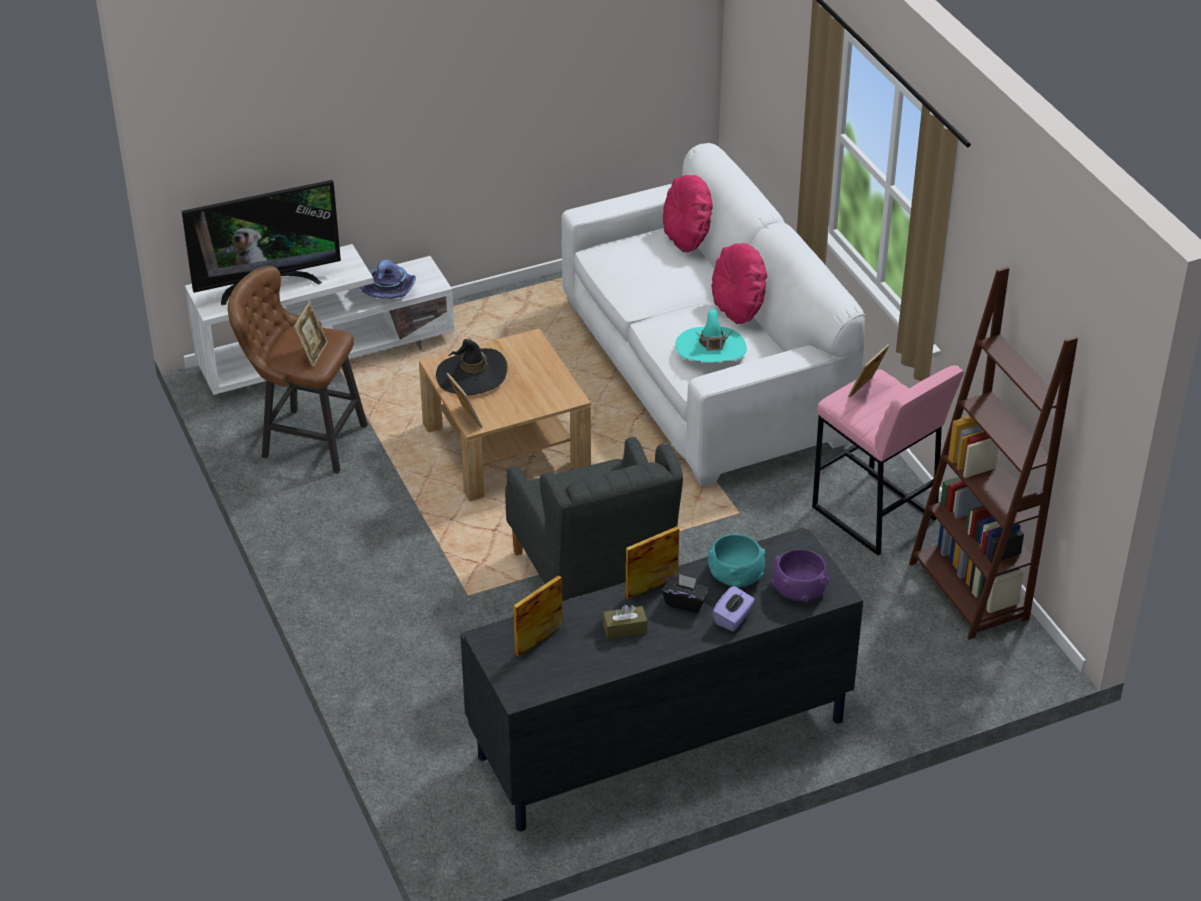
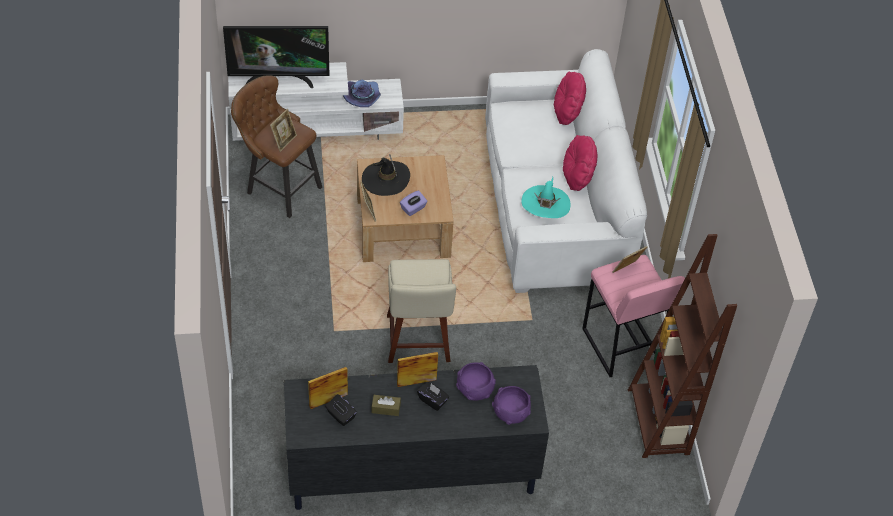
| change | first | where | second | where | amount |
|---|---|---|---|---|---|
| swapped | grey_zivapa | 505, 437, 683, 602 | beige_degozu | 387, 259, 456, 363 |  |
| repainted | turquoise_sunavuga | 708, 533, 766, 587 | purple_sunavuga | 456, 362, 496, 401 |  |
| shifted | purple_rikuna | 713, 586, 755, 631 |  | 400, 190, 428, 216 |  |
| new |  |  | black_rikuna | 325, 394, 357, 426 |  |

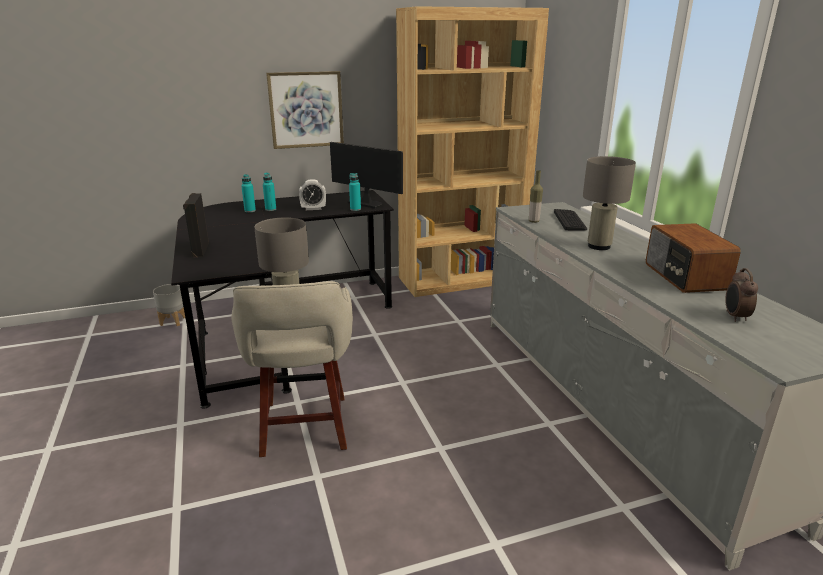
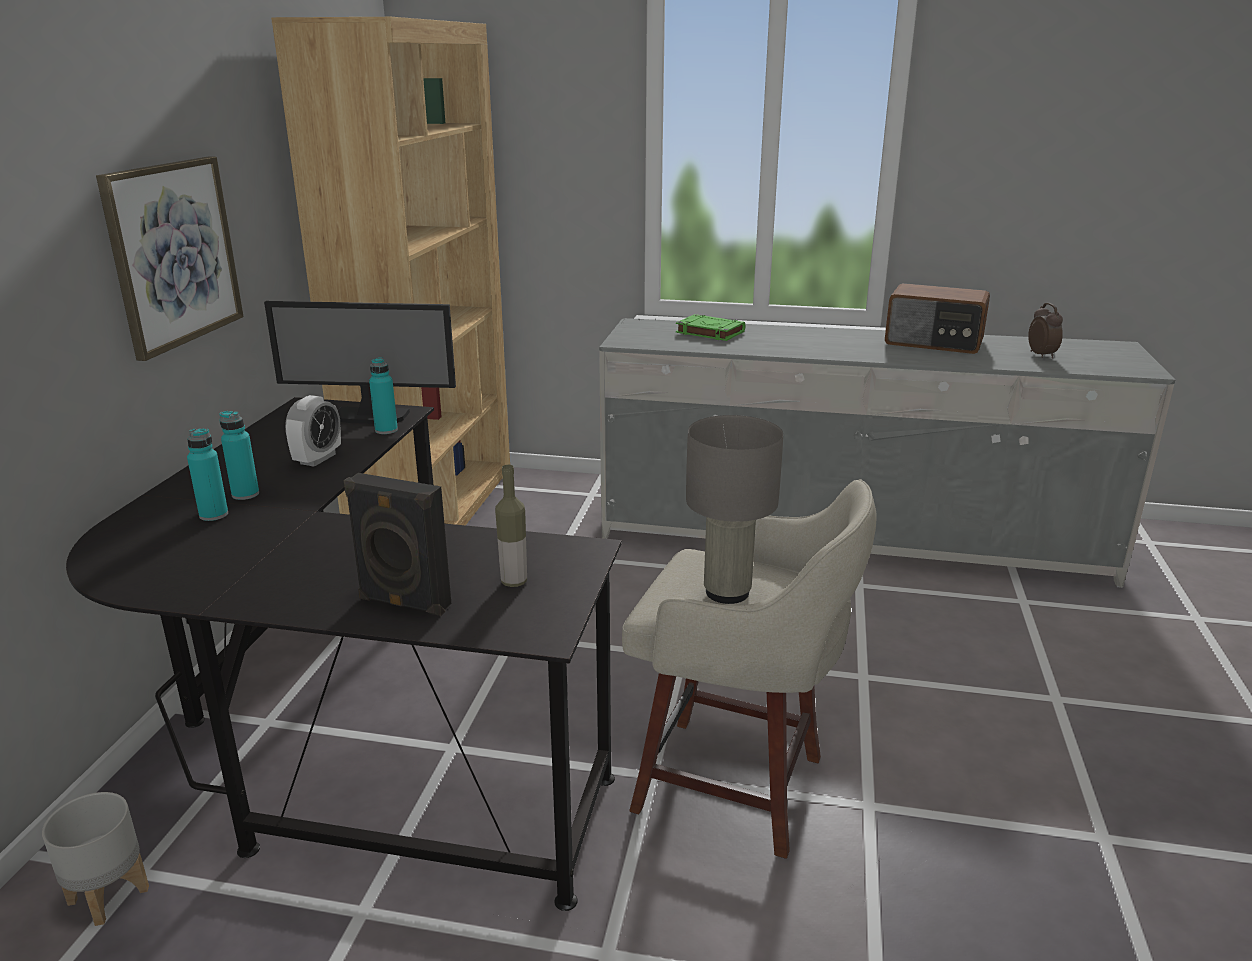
| change | first | where | second | where | amount |
|---|---|---|---|---|---|
| rotated | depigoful | 330, 142, 403, 209 |  | 264, 301, 456, 424 | 150 degrees counterclockwise |
| gone | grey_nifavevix | 583, 156, 636, 250 |  |  |  |
| shifted | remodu | 529, 170, 543, 223 |  | 495, 465, 527, 587 |  |
| swapped | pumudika | 554, 209, 587, 231 | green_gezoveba | 676, 314, 745, 341 |  |
| rotated | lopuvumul | 725, 268, 758, 322 |  | 1028, 303, 1063, 359 | 135 degrees counterclockwise |

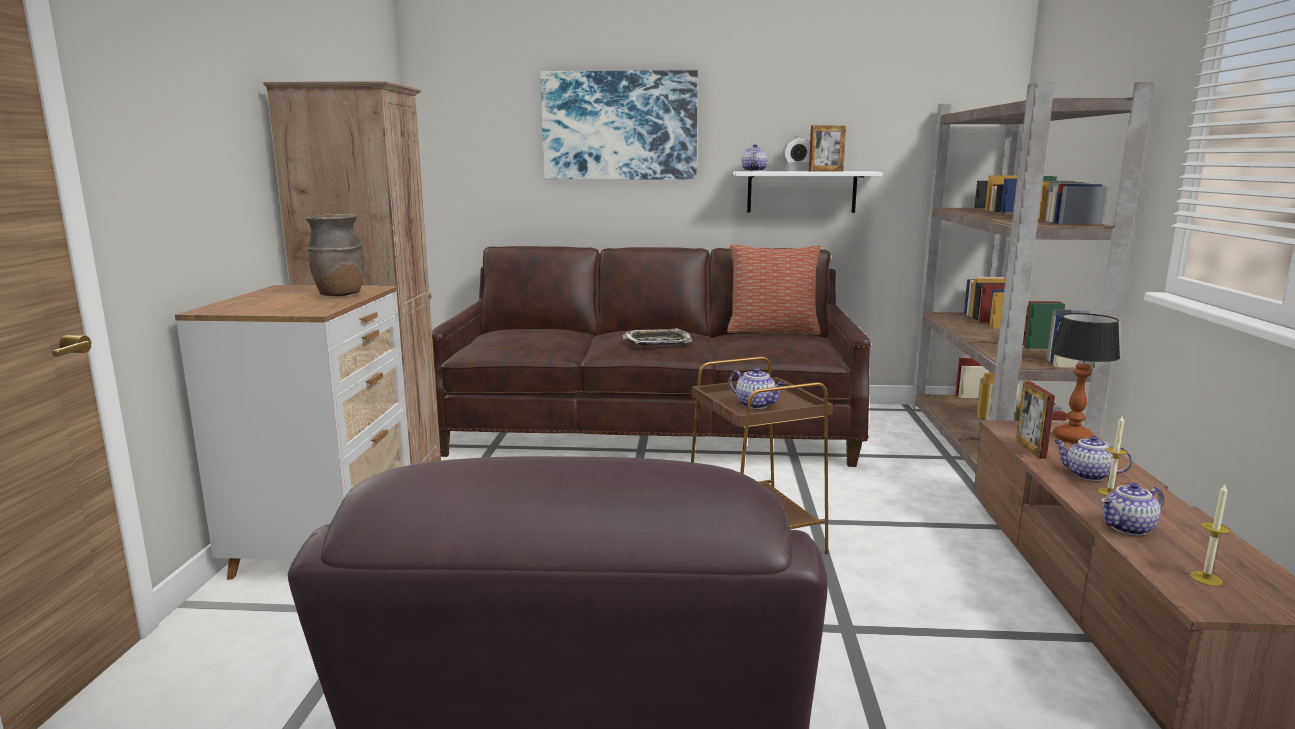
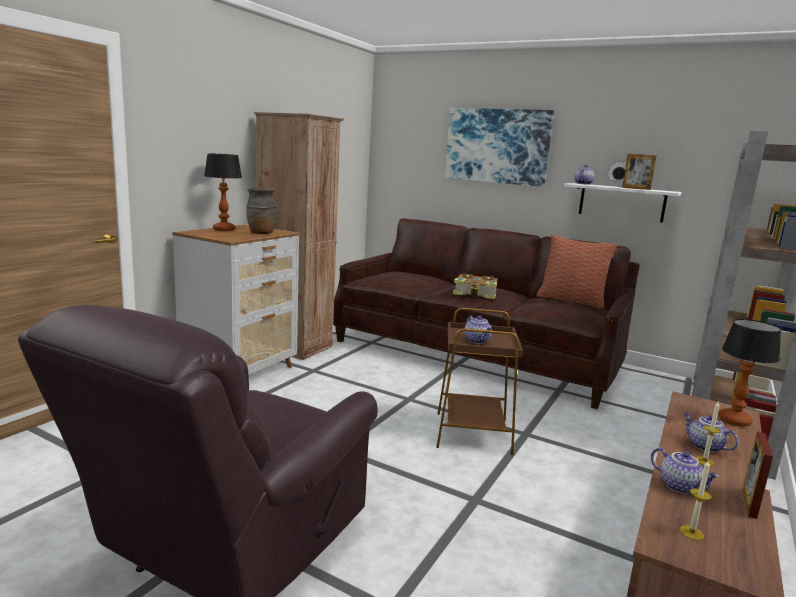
| change | first | where | second | where | amount |
|---|---|---|---|---|---|
| swapped | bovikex | 623, 328, 692, 346 | gezoveba | 453, 274, 498, 299 |  |
| shifted | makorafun | 1016, 381, 1055, 459 |  | 743, 431, 773, 519 |  |
| rotated | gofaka | 1101, 482, 1164, 536 |  | 651, 448, 719, 494 | 135 degrees counterclockwise |
| new |  |  | nifavevix | 204, 153, 242, 231 |  |

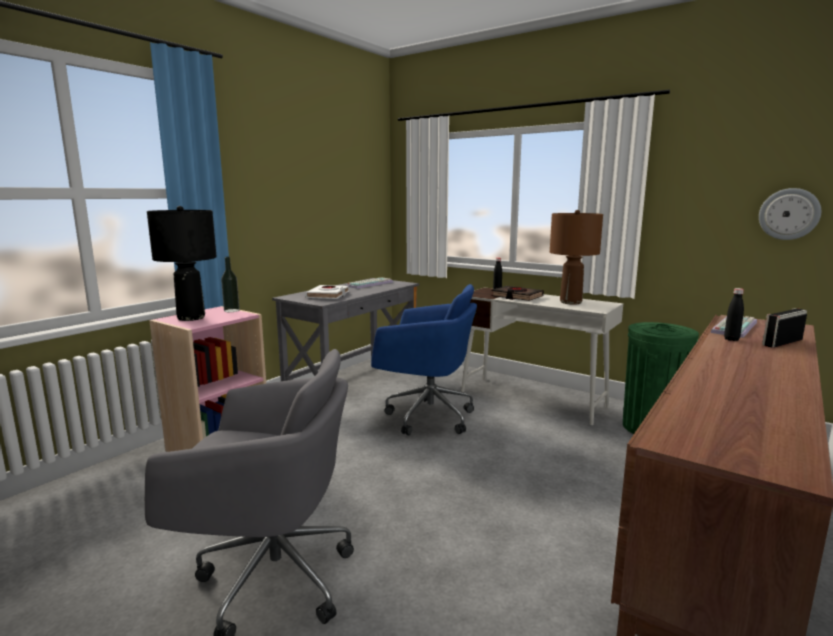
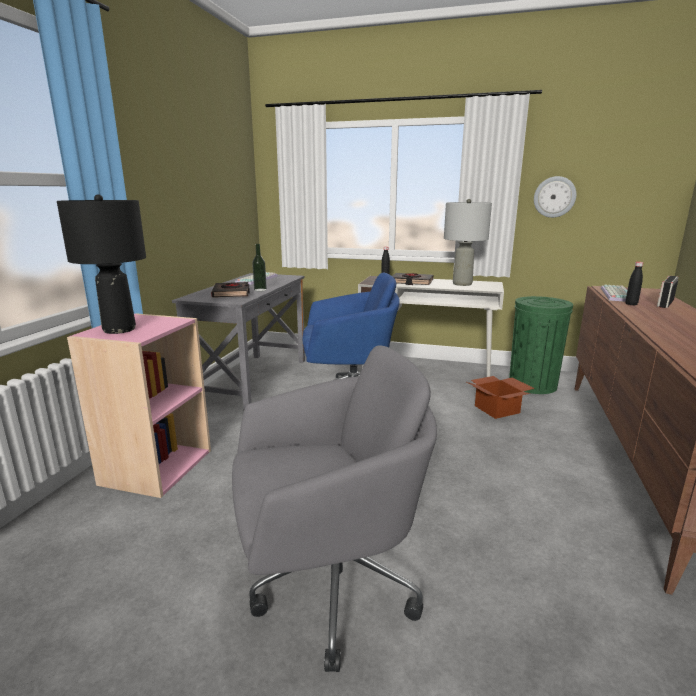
| change | first | where | second | where | amount |
|---|---|---|---|---|---|
| shifted | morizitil | 759, 188, 821, 240 |  | 534, 176, 577, 218 |  |
| repainted | brown_nifavevix | 550, 210, 603, 305 | grey_nifavevix | 444, 199, 492, 286 |  |
| shifted | remodu | 221, 257, 240, 312 |  | 252, 244, 267, 291 |  |
| repainted | white_gezoveba | 305, 285, 349, 299 | black_gezoveba | 211, 282, 250, 298 |  |
| new |  |  | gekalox | 467, 376, 535, 419 |  |

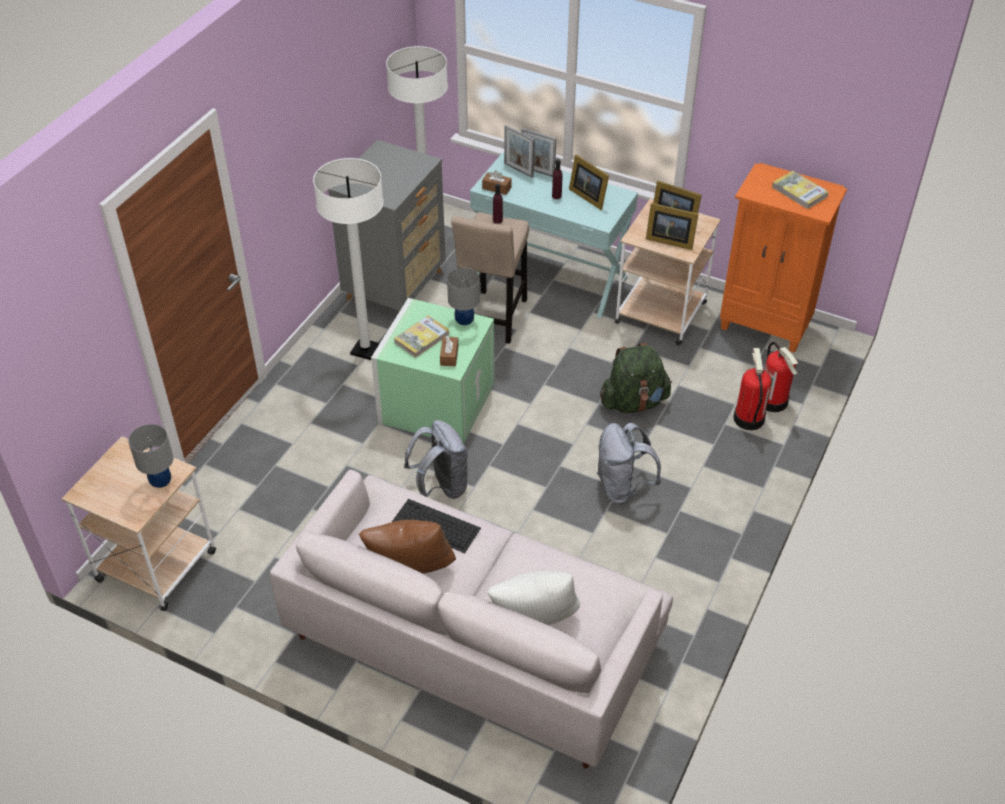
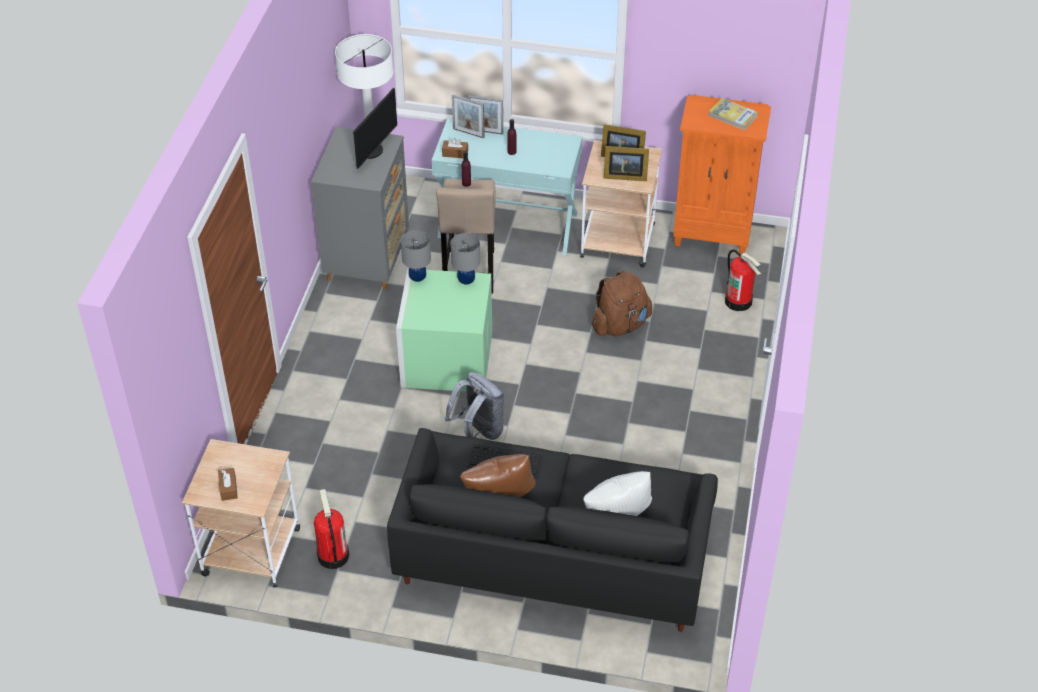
| change | first | where | second | where | amount |
|---|---|---|---|---|---|
| gone | makorafun | 569, 155, 609, 210 |  |  |  |
| gone | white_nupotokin | 313, 158, 384, 360 |  |  |  |
| gone | gezoveba | 394, 315, 450, 358 |  |  |  |
| shifted | brown_rikuna | 440, 336, 458, 366 |  | 218, 468, 238, 501 |  |
| repainted | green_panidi | 600, 343, 672, 413 | brown_panidi | 592, 271, 652, 336 |  |
| shifted | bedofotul | 733, 348, 772, 430 |  | 314, 489, 349, 569 |  |
| gone | grey_panidi | 597, 423, 661, 504 |  |  |  |
| shifted | grey_nifavevix | 128, 424, 173, 488 |  | 401, 230, 431, 282 |  |
| repainted | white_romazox | 270, 470, 673, 769 | black_romazox | 387, 428, 718, 632 |  |
| new |  |  | depigoful | 353, 88, 397, 169 |  |

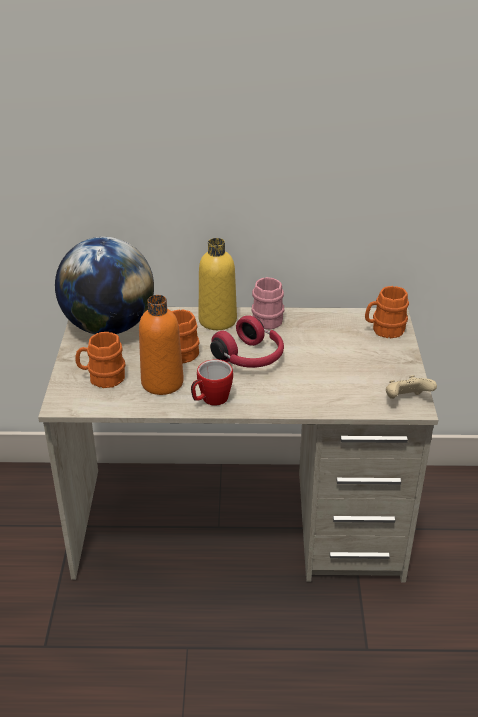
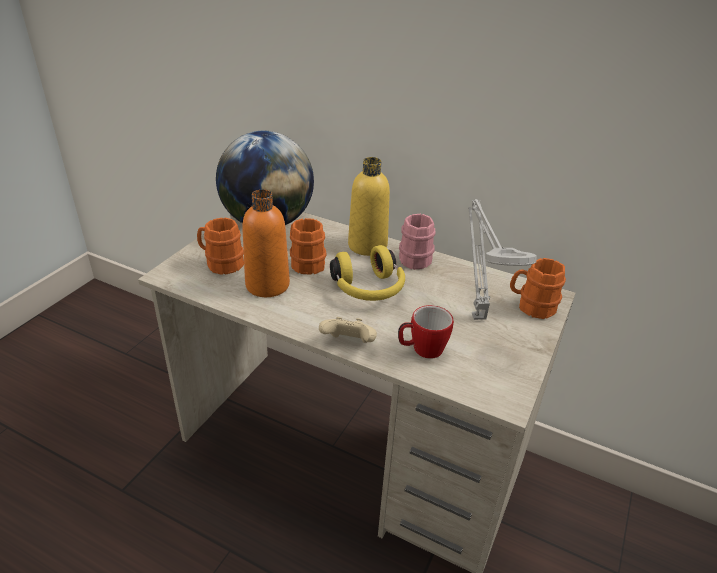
| change | first | where | second | where | amount |
|---|---|---|---|---|---|
| repainted | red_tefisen | 210, 315, 284, 368 | yellow_tefisen | 330, 245, 405, 301 |  |
| shifted | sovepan | 191, 359, 233, 406 |  | 398, 305, 454, 359 |  |
| shifted | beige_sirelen | 386, 375, 437, 399 |  | 319, 317, 377, 343 |  |
| new |  |  | grey_nifavevix | 469, 199, 537, 320 |  |

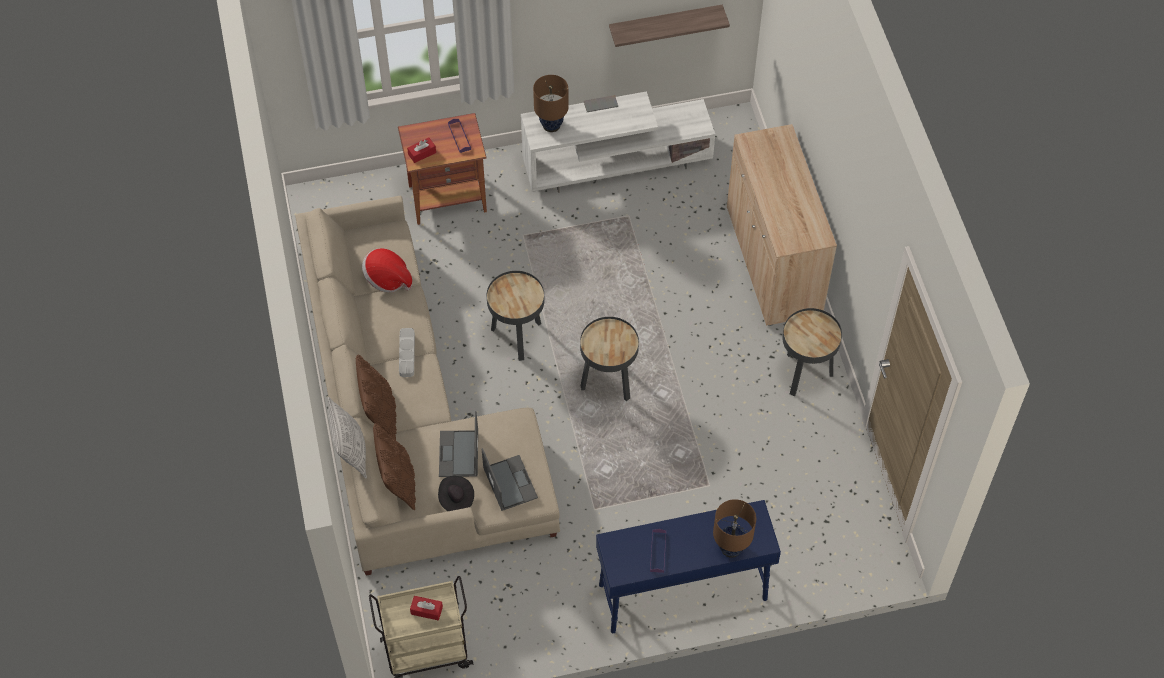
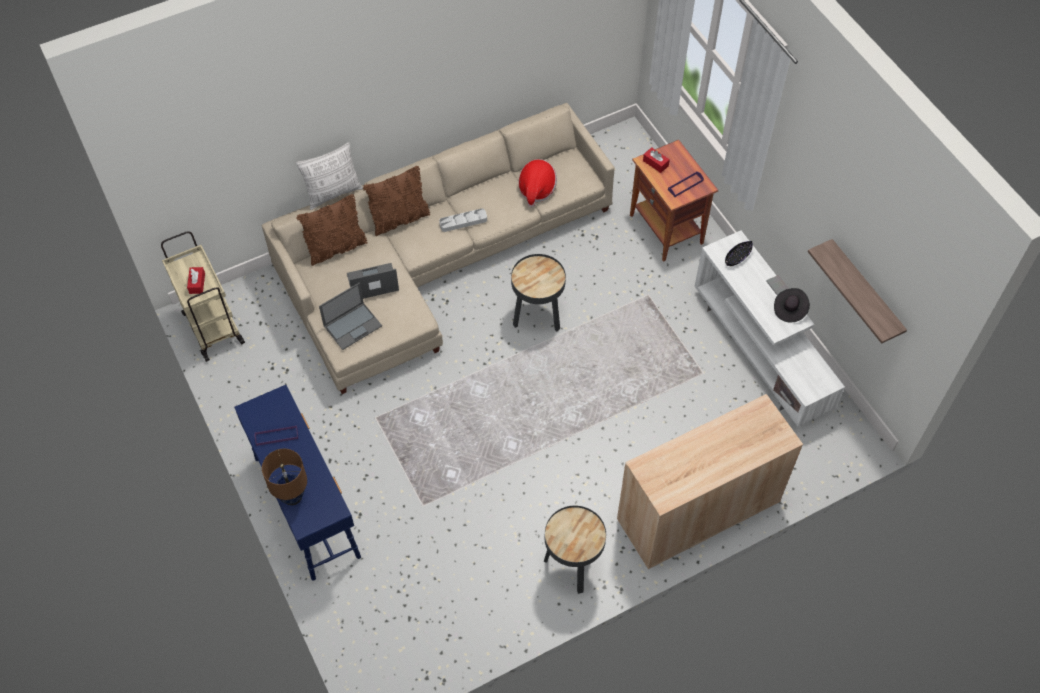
| change | first | where | second | where | amount |
|---|---|---|---|---|---|
| swapped | brown_nifavevix | 533, 75, 569, 132 | black_sunavuga | 725, 241, 753, 266 |  |
| gone | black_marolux | 580, 317, 639, 401 |  |  |  |
| shifted | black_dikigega | 438, 476, 474, 511 |  | 774, 288, 810, 322 |  |

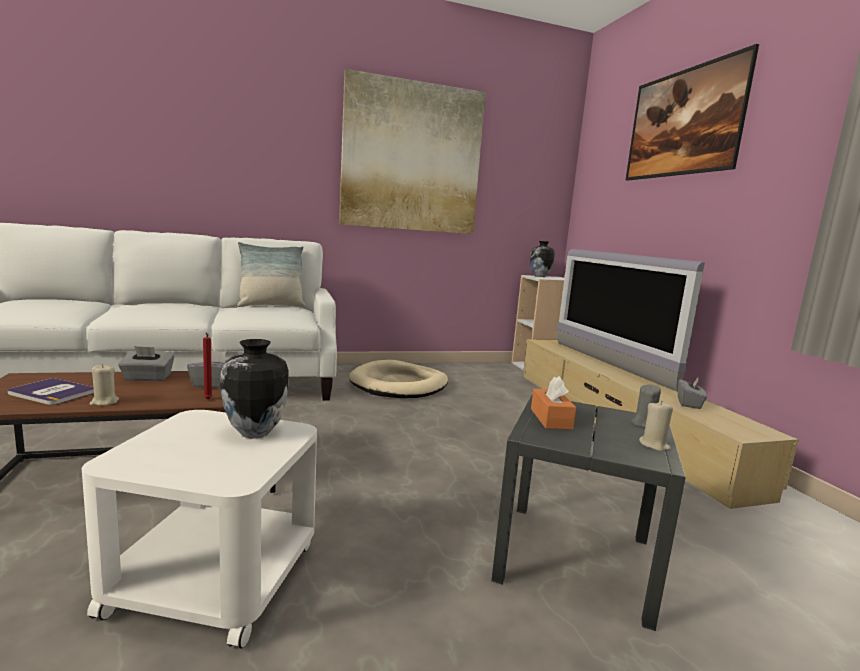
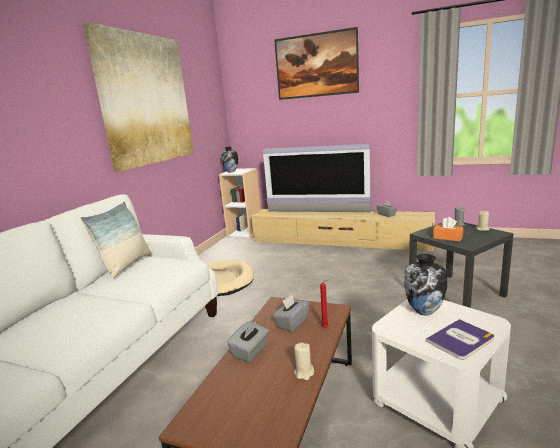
| change | first | where | second | where | amount |
|---|---|---|---|---|---|
| shifted | gezoveba | 8, 378, 94, 405 |  | 426, 319, 494, 360 |  |

